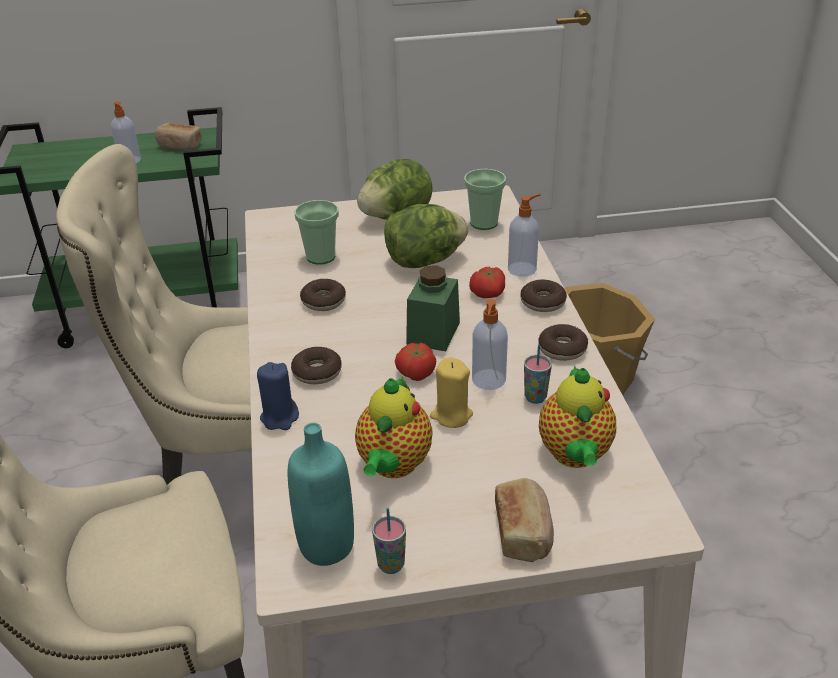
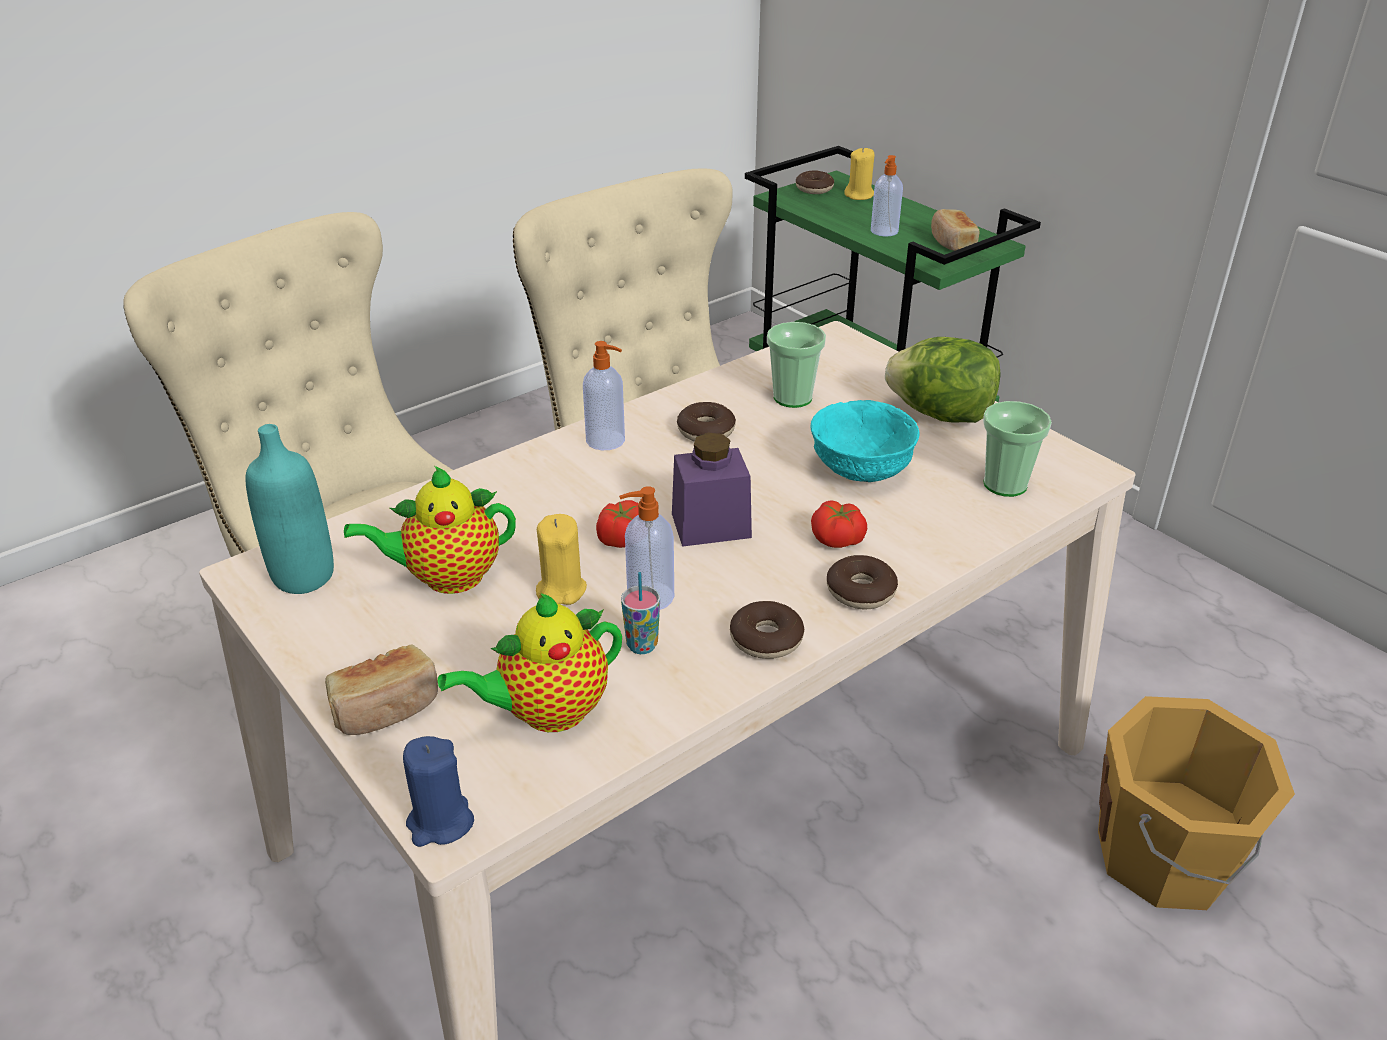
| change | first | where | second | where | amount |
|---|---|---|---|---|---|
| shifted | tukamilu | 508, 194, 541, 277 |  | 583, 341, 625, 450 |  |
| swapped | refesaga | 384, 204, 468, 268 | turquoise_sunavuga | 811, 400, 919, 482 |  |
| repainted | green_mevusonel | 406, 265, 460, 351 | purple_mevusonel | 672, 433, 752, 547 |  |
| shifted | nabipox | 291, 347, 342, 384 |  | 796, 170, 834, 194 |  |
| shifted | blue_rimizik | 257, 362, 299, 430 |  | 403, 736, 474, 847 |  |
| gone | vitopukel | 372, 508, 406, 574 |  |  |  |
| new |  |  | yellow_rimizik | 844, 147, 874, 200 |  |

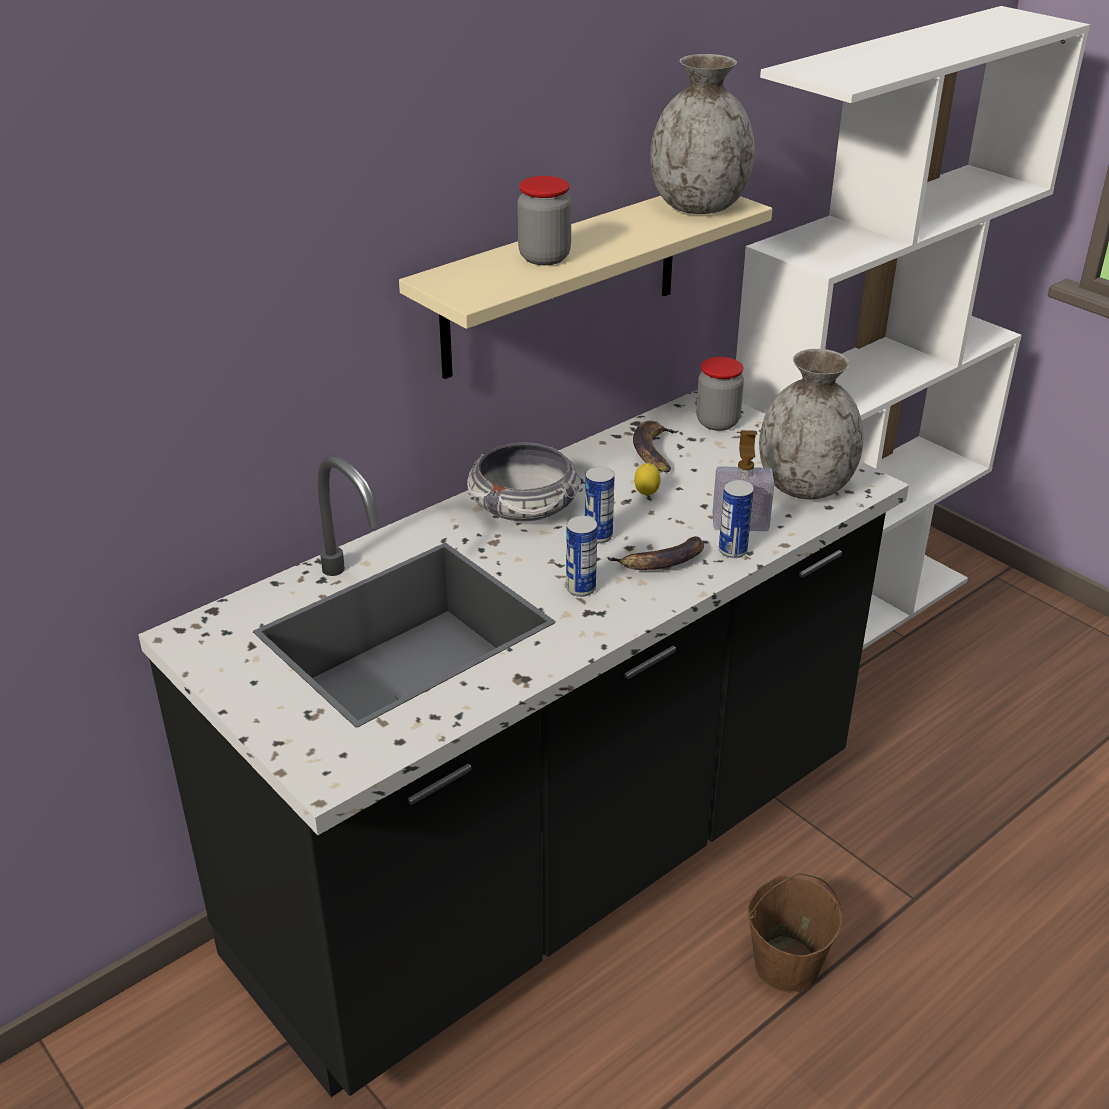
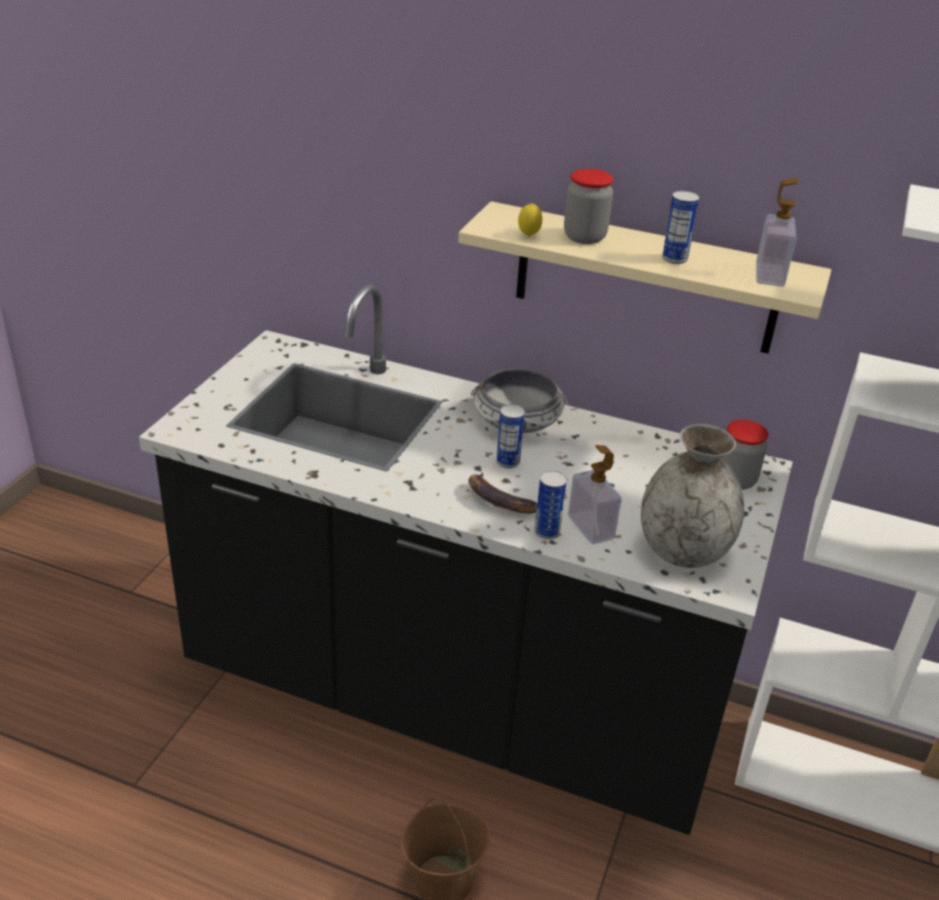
| change | first | where | second | where | amount |
|---|---|---|---|---|---|
| swapped | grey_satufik | 650, 54, 755, 214 | tukamilu | 756, 178, 798, 287 |  |
| gone | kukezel | 633, 421, 679, 473 |  |  |  |
| shifted | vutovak | 634, 463, 661, 496 |  | 518, 203, 542, 237 |  |
| shifted | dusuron | 566, 516, 597, 597 |  | 662, 191, 699, 264 |  |

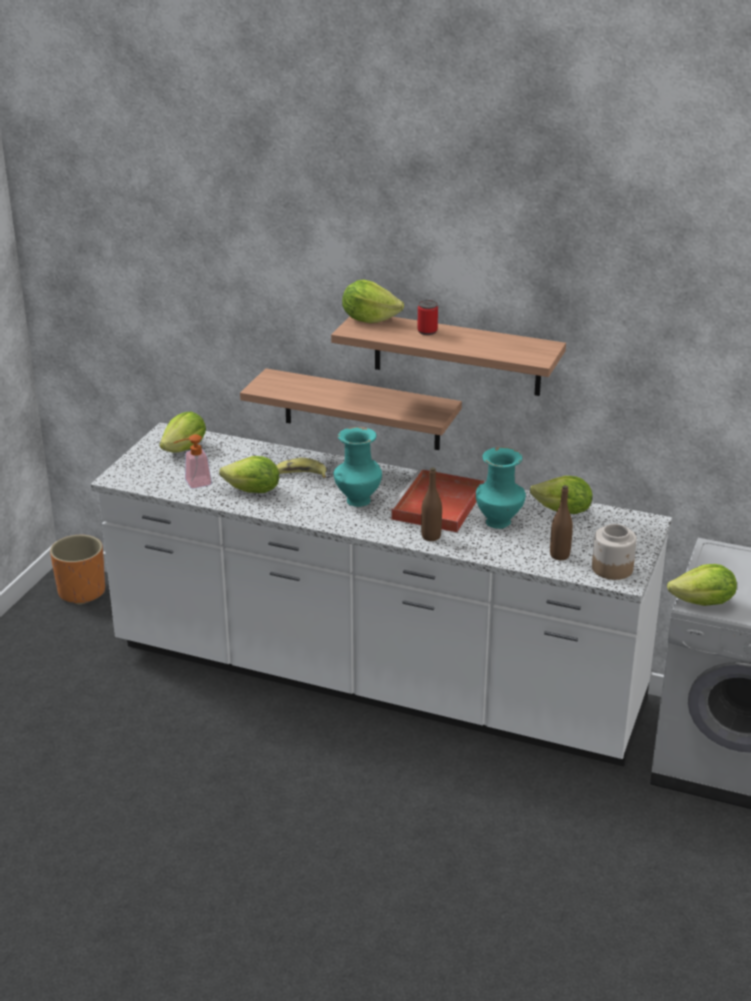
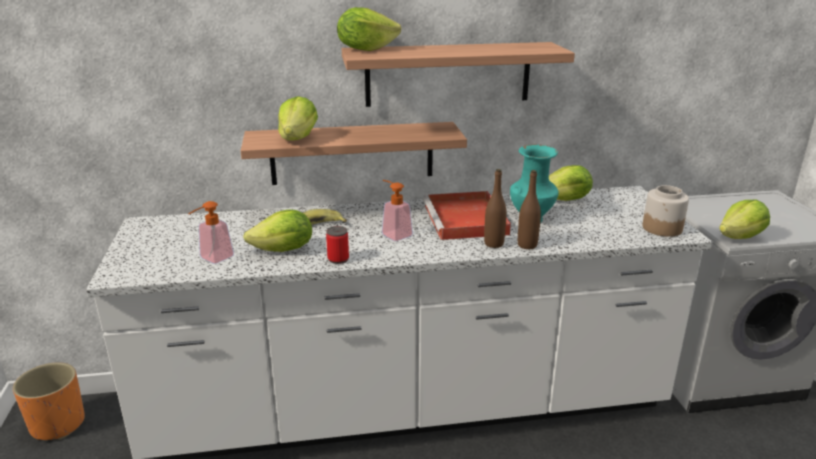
| change | first | where | second | where | amount |
|---|---|---|---|---|---|
| shifted | dusuron | 417, 300, 438, 335 |  | 326, 226, 349, 264 |  |
| shifted | refesaga | 159, 411, 206, 453 |  | 278, 96, 318, 141 |  |
| swapped | turquoise_satufik | 334, 427, 382, 507 | tukamilu | 382, 180, 413, 241 |  |
| shifted | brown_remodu | 550, 485, 573, 560 |  | 518, 170, 541, 249 |  |

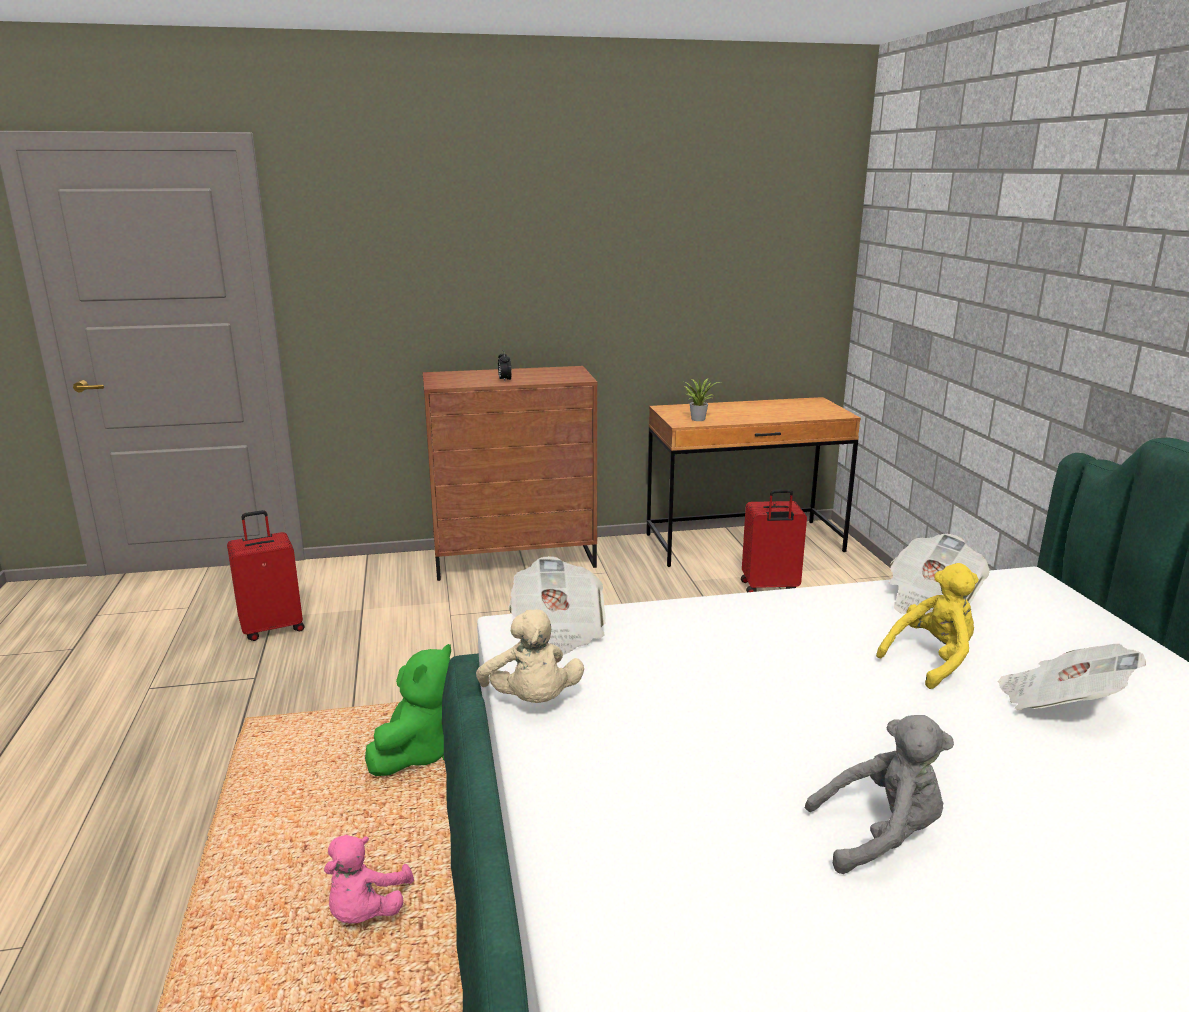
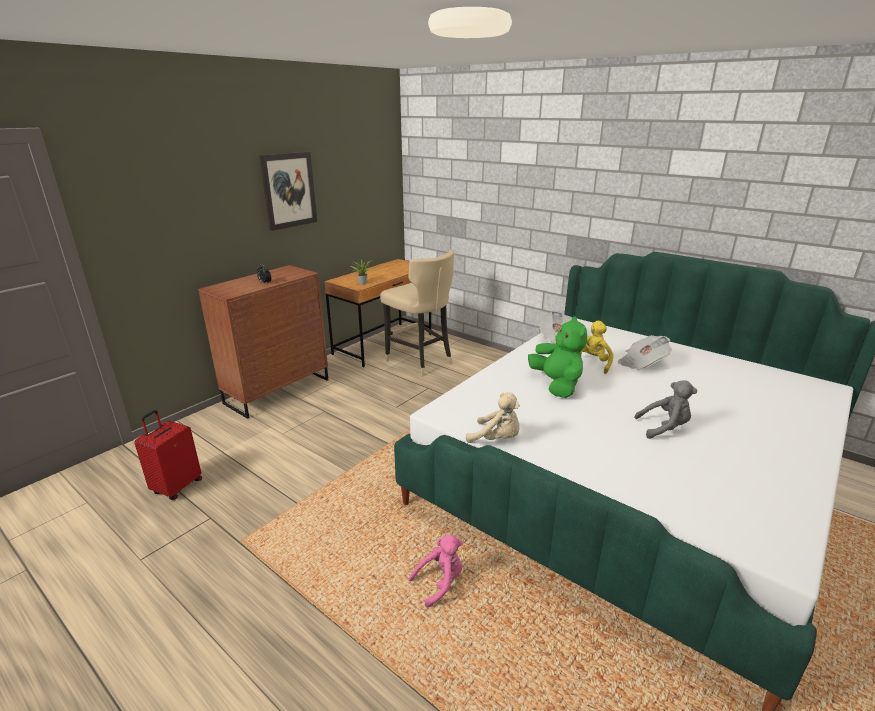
| change | first | where | second | where | amount |
|---|---|---|---|---|---|
| swapped | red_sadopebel | 741, 489, 807, 592 | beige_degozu | 380, 250, 454, 376 |  |
| gone | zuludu | 509, 556, 606, 655 |  |  |  |
| shifted | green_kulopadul | 365, 644, 451, 776 |  | 528, 316, 587, 398 |  |
| rotated | grey_kulopadul | 805, 715, 954, 874 |  | 634, 380, 697, 439 | 45 degrees clockwise |
| rotated | pink_kulopadul | 324, 835, 414, 923 |  | 409, 535, 463, 607 | 90 degrees counterclockwise |
| new |  |  | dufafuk | 259, 151, 317, 231 |  |

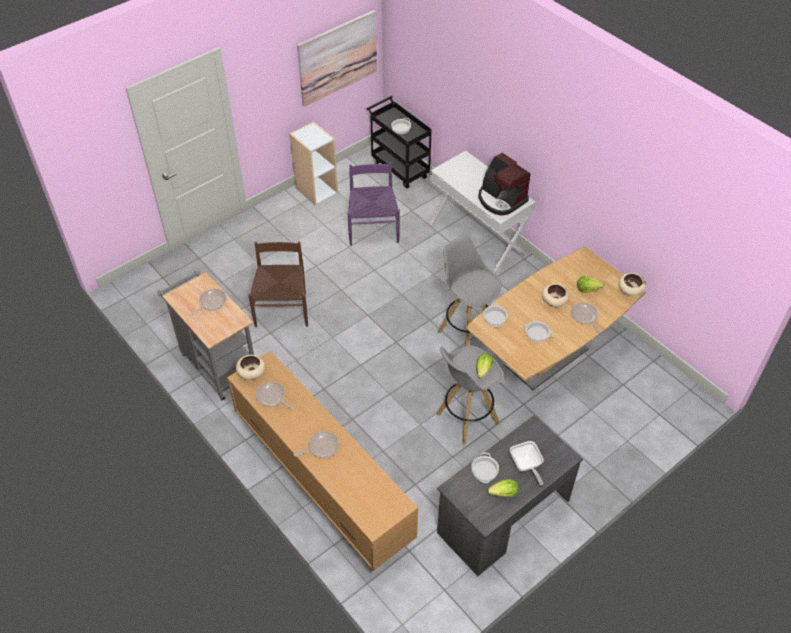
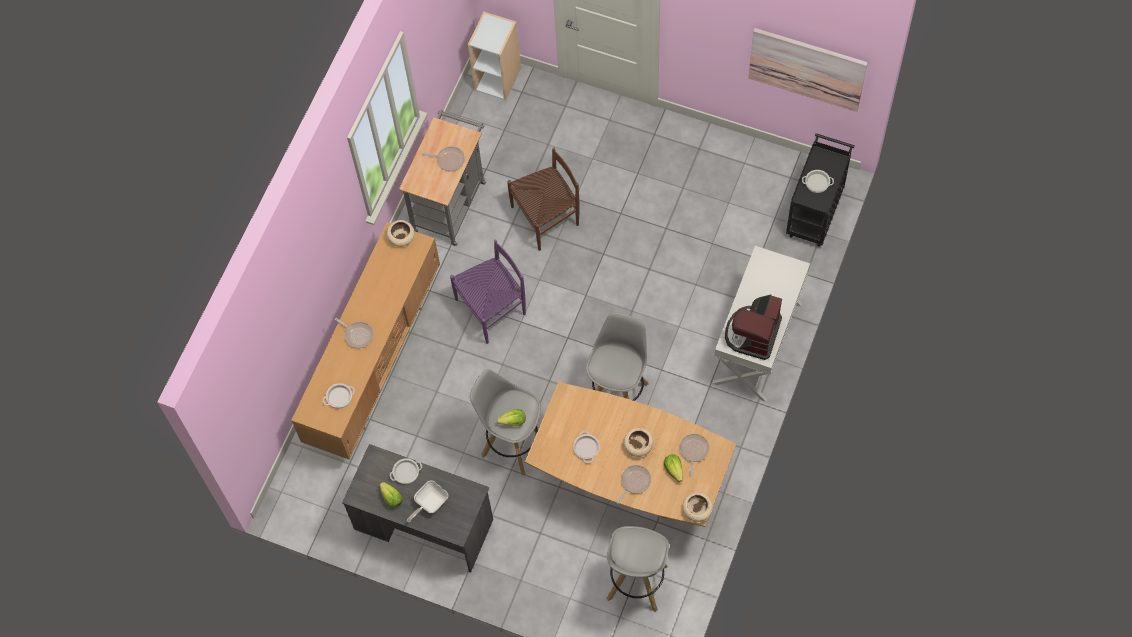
| change | first | where | second | where | amount |
|---|---|---|---|---|---|
| shifted | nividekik | 289, 122, 338, 206 |  | 468, 12, 521, 100 |  |
| shifted | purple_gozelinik | 348, 162, 400, 246 |  | 450, 239, 526, 344 |  |
| shifted | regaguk | 483, 303, 508, 327 |  | 323, 383, 355, 409 |  |
| shifted | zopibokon | 256, 382, 294, 410 |  | 679, 434, 709, 477 |  |
| new |  |  | grey_degozu | 607, 526, 669, 612 |  |

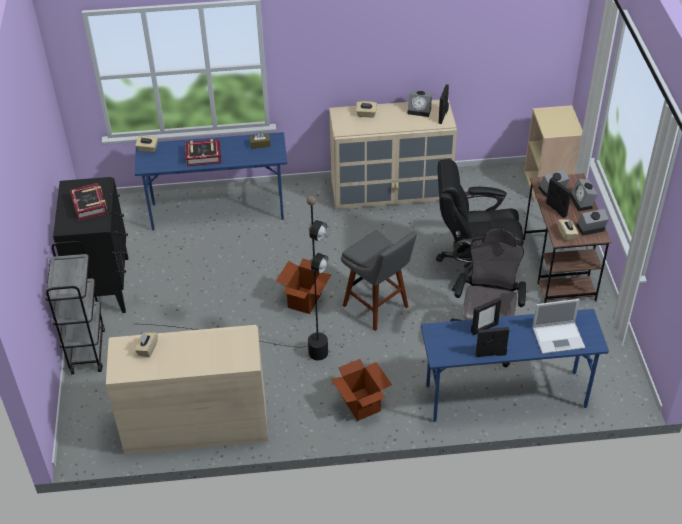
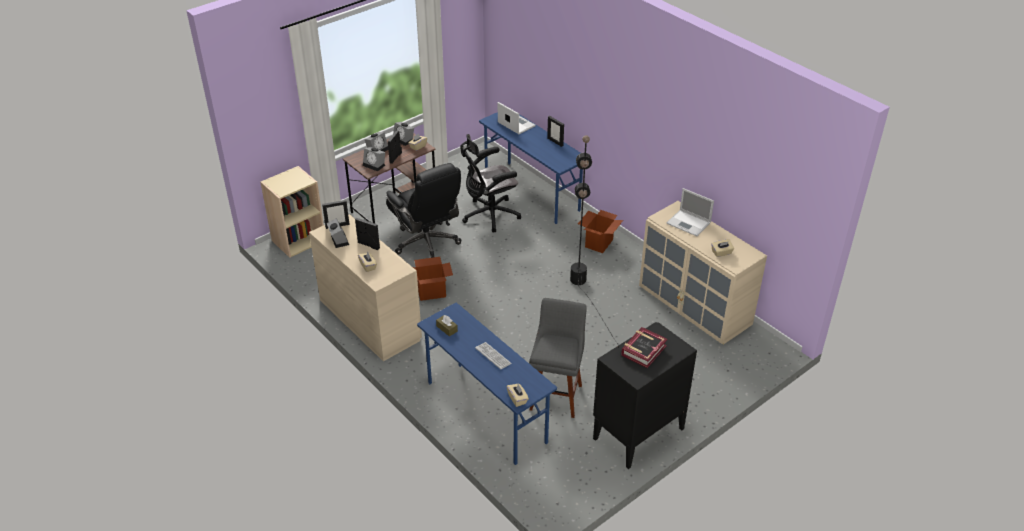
| change | first | where | second | where | amount |
|---|---|---|---|---|---|
| swapped | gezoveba | 185, 139, 221, 166 | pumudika | 475, 342, 512, 369 |  |
| shifted | grey_degozu | 341, 230, 417, 331 |  | 529, 298, 587, 418 |  |
| gone | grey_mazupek | 45, 241, 105, 375 |  |  |  |
| shifted | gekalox | 276, 258, 331, 314 |  | 413, 257, 453, 301 |  |
| shifted | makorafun | 471, 298, 501, 335 |  | 355, 218, 380, 250 |  |
| new |  |  | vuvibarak | 667, 188, 714, 236 |  |

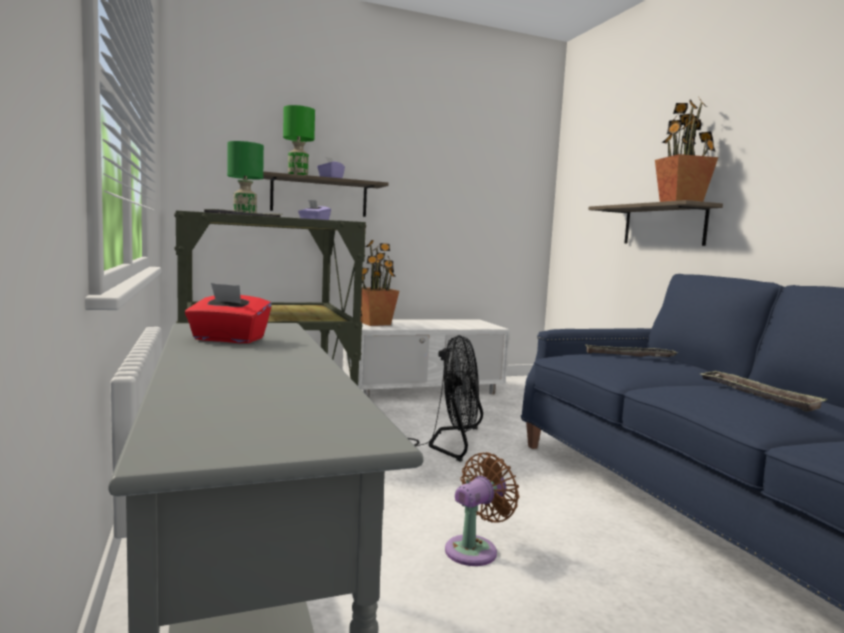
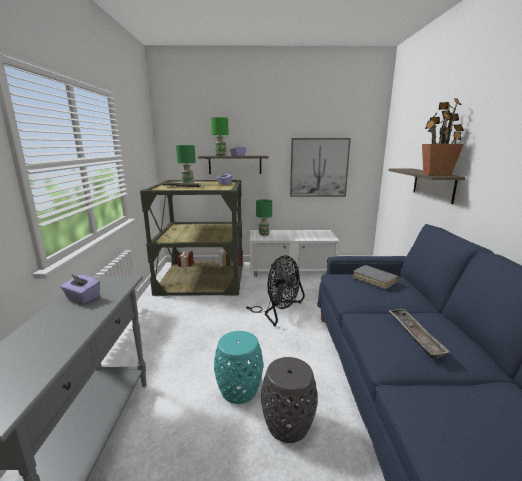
| change | first | where | second | where | amount |
|---|---|---|---|---|---|
| swapped | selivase | 361, 240, 399, 326 | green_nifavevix | 256, 199, 272, 236 |  |
| repainted | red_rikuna | 185, 283, 271, 343 | purple_rikuna | 61, 274, 100, 304 |  |
| swapped | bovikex | 584, 344, 679, 357 | grey_gezoveba | 352, 265, 398, 289 |  |
| swapped | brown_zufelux | 445, 452, 519, 566 | turquoise_degozu | 214, 331, 263, 404 |  |
| new |  |  | dufafuk | 290, 138, 351, 197 |  |
| new |  |  | grey_degozu | 261, 357, 318, 443 |  |

